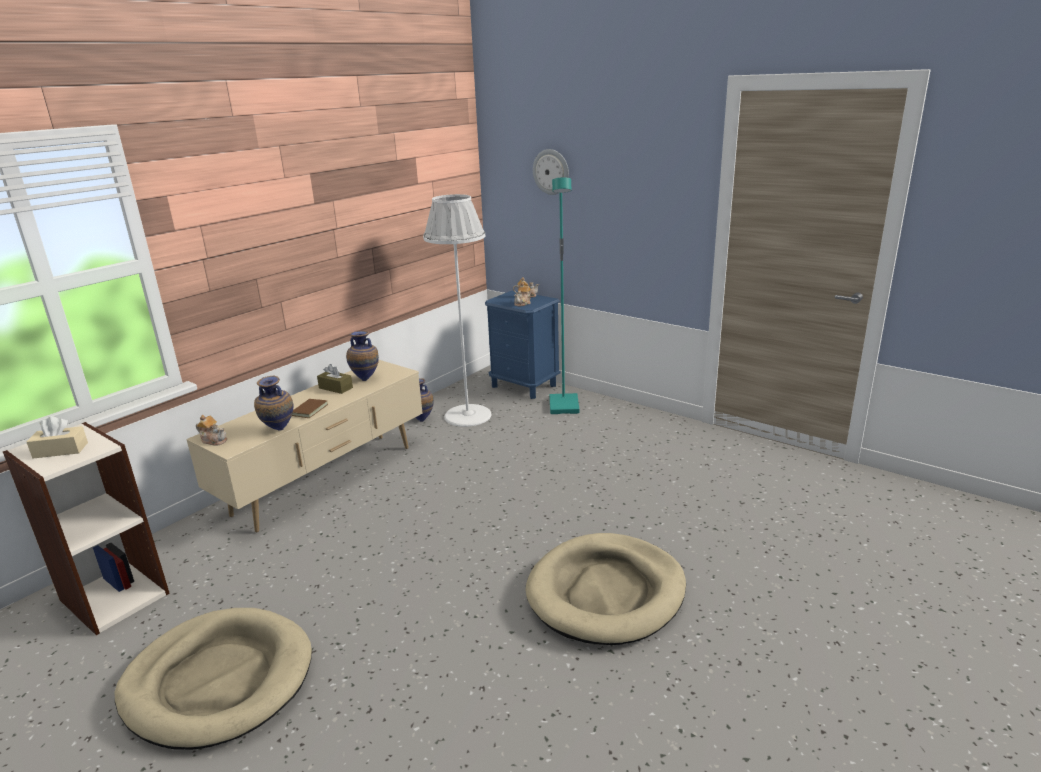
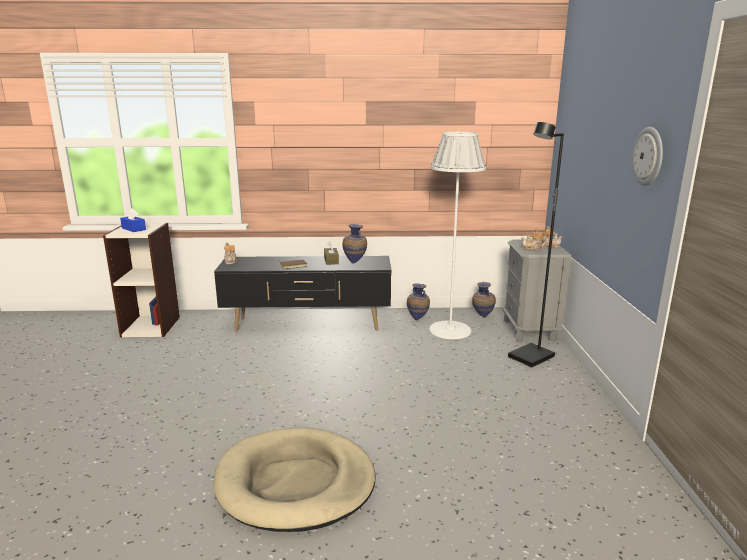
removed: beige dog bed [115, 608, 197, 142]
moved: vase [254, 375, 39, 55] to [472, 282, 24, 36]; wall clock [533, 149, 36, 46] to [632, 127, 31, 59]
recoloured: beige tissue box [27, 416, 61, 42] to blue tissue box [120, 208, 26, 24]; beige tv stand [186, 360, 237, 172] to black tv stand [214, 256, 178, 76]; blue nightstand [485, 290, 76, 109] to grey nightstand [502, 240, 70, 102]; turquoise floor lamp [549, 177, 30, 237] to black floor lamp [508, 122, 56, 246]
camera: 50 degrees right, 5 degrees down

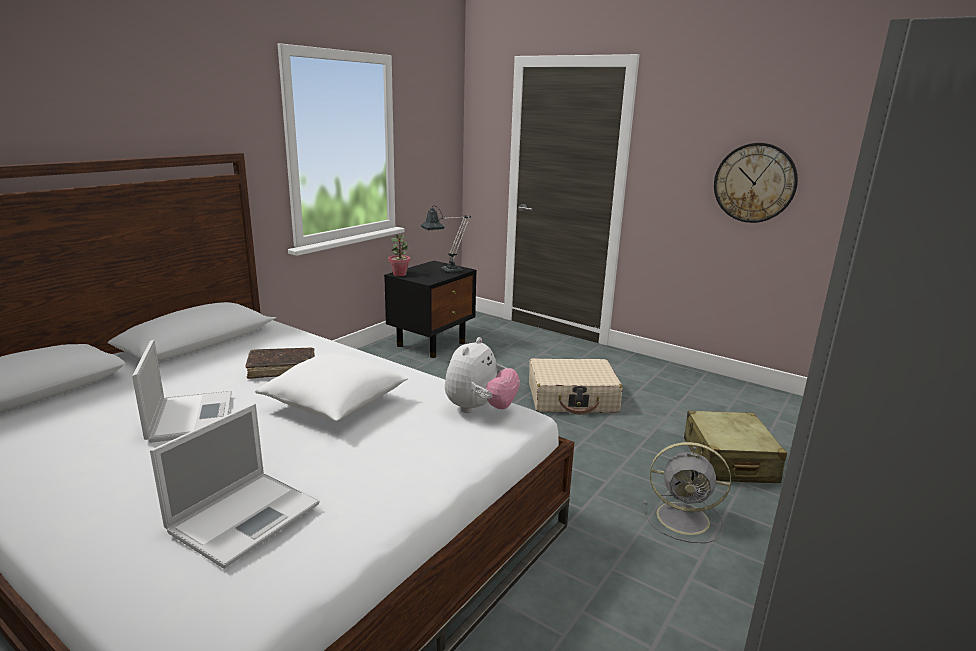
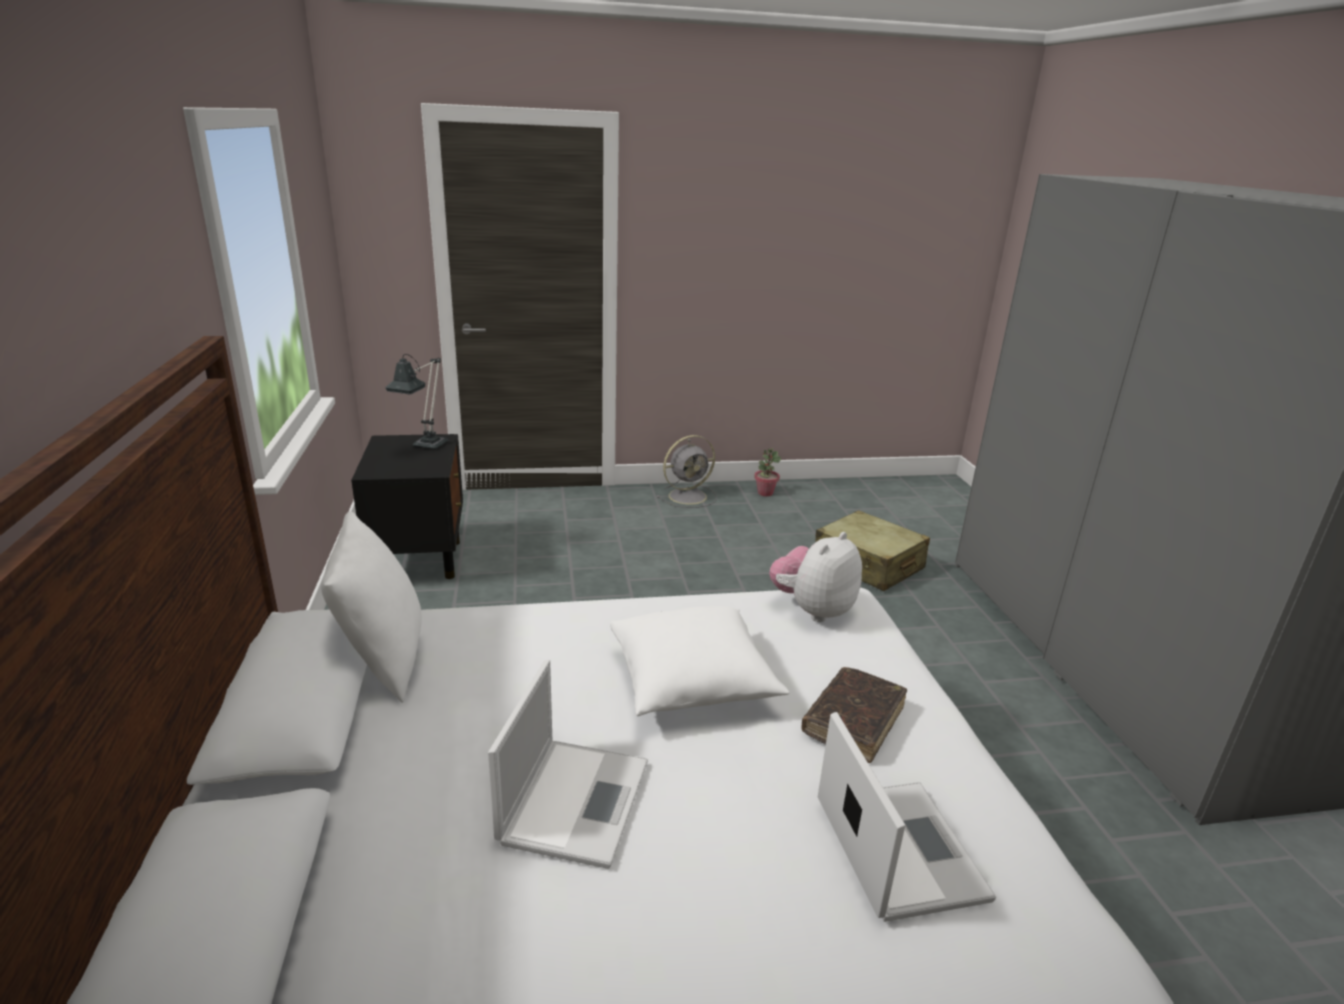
removed: beige suitcase [529, 358, 94, 57]; wall clock [714, 143, 84, 80]
added: white pillow [321, 511, 101, 192]
moved: brown book [245, 347, 70, 32] to [801, 667, 106, 96]; potted plant [389, 234, 21, 42] to [754, 448, 28, 48]; grey fan [643, 442, 88, 101] to [657, 435, 60, 73]
turned: laptop [132, 340, 100, 103] = [488, 660, 160, 209] 75 degrees clockwise; plush toy [445, 337, 75, 76] = [770, 532, 92, 90] 120 degrees counterclockwise
camera: 45 degrees left, 5 degrees up

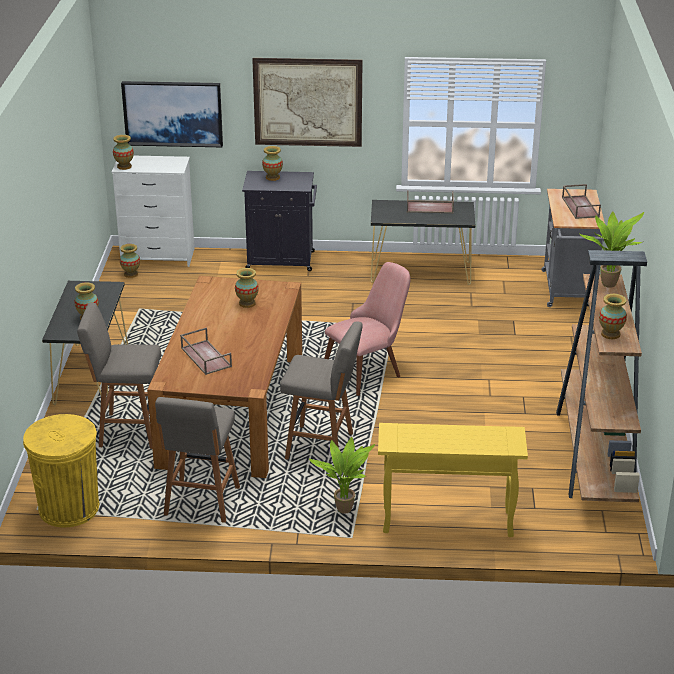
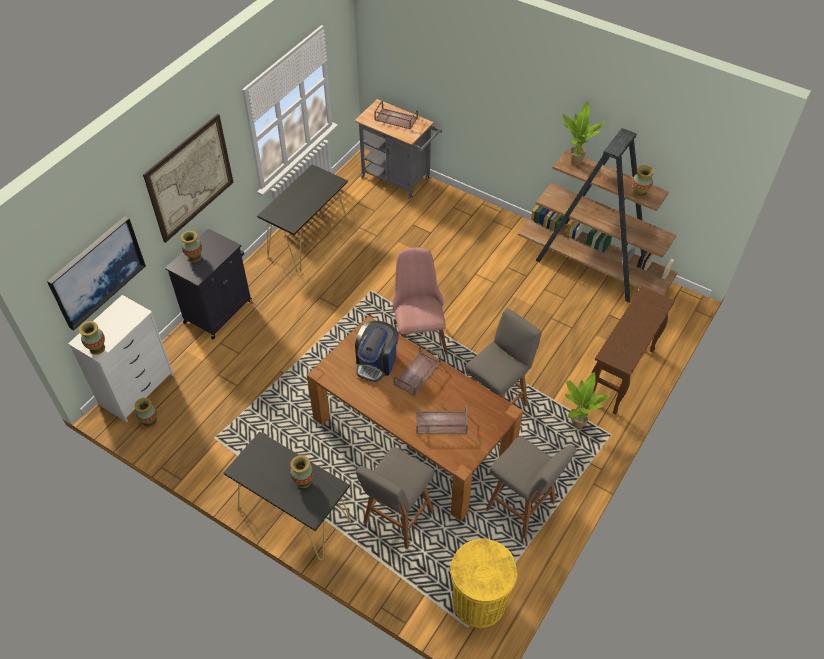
moved: brown tray [407, 190, 47, 23] to [394, 344, 47, 52]
replaced: vase [235, 268, 24, 40] to coffee machine [355, 321, 44, 61]
recoloured: yellow console table [378, 423, 150, 114] to brown console table [591, 286, 84, 129]
camera: 60 degrees left, 20 degrees up

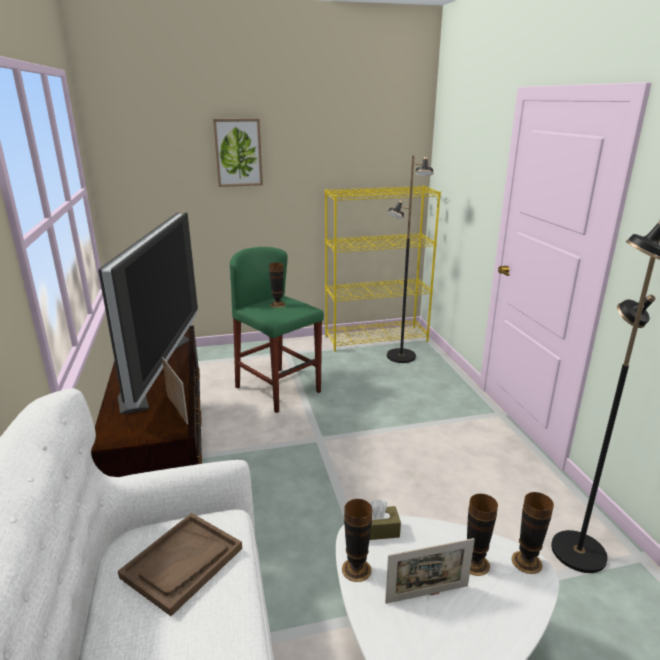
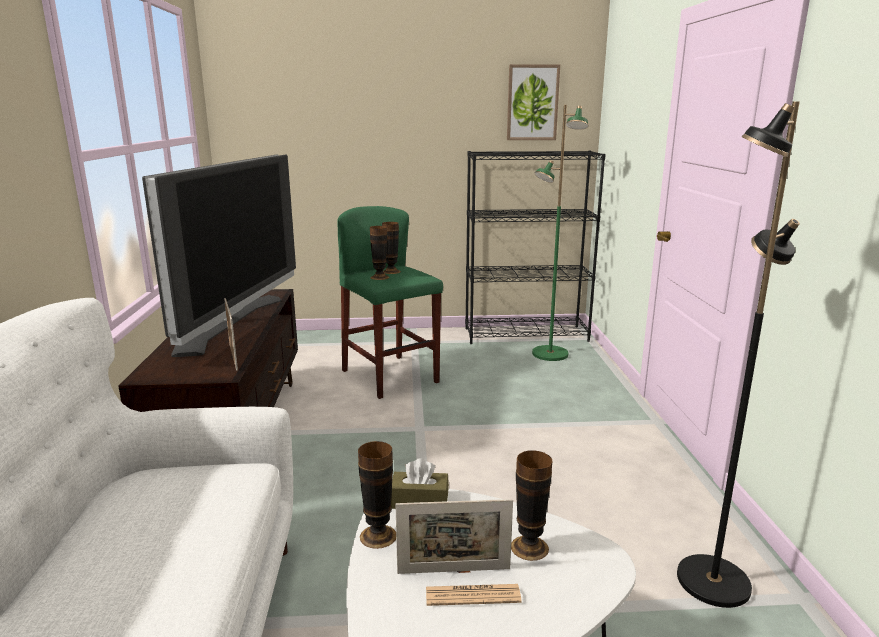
removed: brown tray [118, 513, 124, 103]
added: newspaper [426, 584, 96, 22]
moved: picture [213, 119, 50, 68] to [507, 64, 53, 76]; vase [512, 492, 42, 82] to [370, 226, 19, 54]
recoloured: yellow bookcase [325, 186, 116, 166] to black bookcase [465, 151, 141, 193]; black floor lamp [387, 155, 47, 208] to green floor lamp [532, 105, 56, 256]
camera: 10 degrees right, 5 degrees down

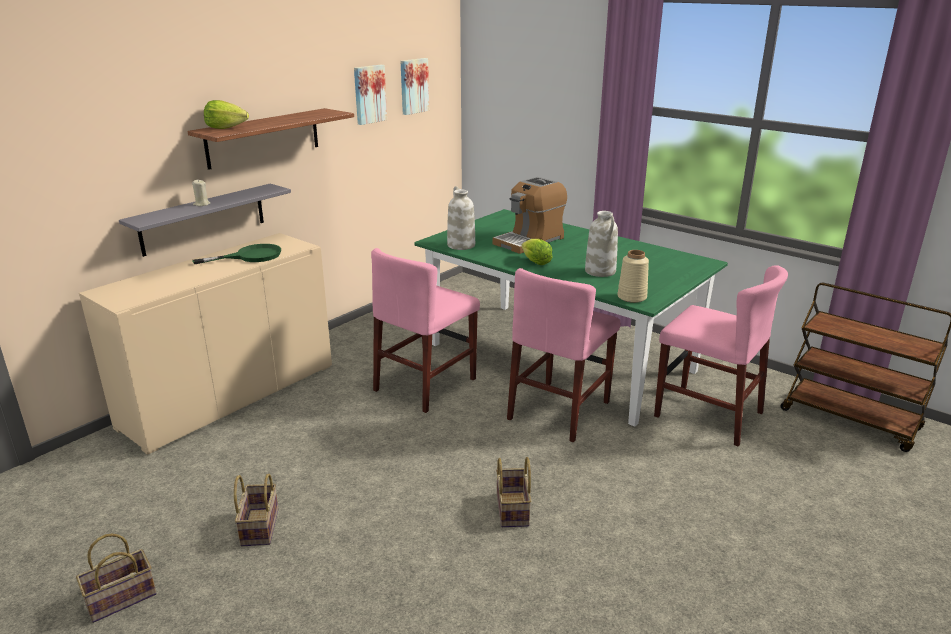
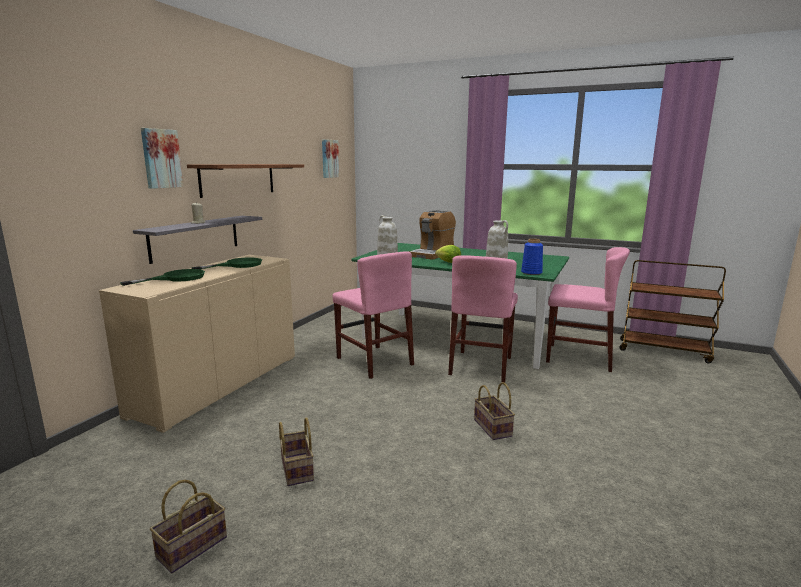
removed: lettuce [204, 100, 45, 29]
added: green frying pan [120, 269, 85, 17]
moved: picture [354, 65, 33, 60] to [141, 128, 42, 61]
recoloured: beige vase [617, 250, 32, 53] to blue vase [521, 239, 22, 36]
turned: pink chair [371, 248, 109, 165] = [333, 251, 81, 128] 60 degrees counterclockwise
camera: 15 degrees left, 10 degrees down

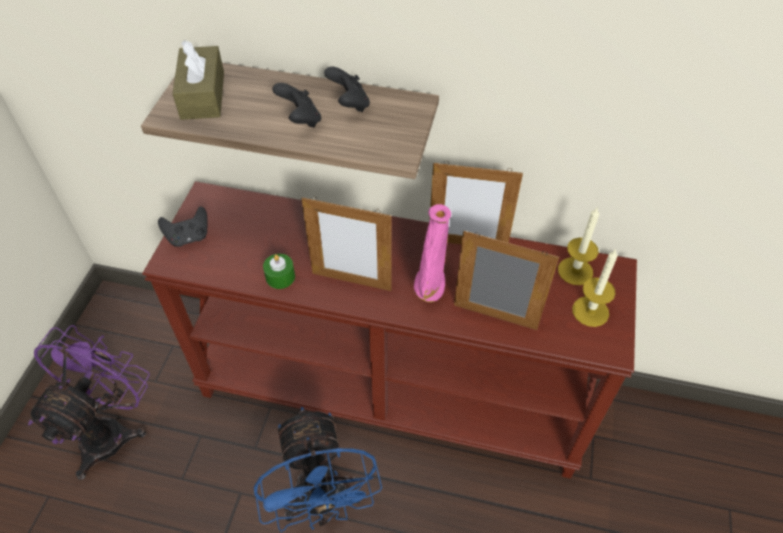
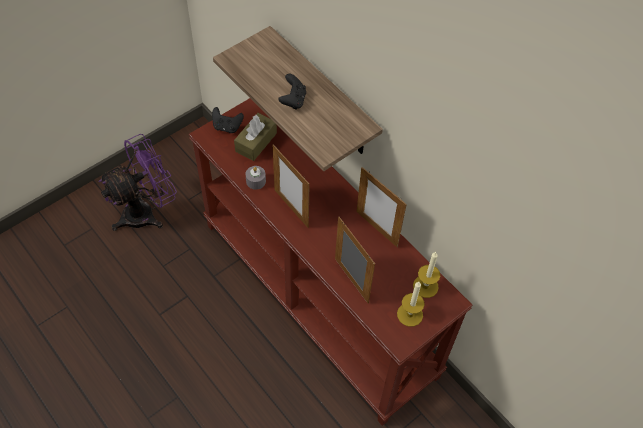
removed: blue fan [254, 407, 128, 125]; black game controller [324, 66, 46, 46]; pink vase [414, 204, 37, 98]
moved: brown tissue box [172, 40, 52, 80] to [234, 113, 43, 48]
recoloured: green candle [263, 254, 32, 35] to grey candle [245, 166, 21, 24]
camera: 35 degrees right, 5 degrees up

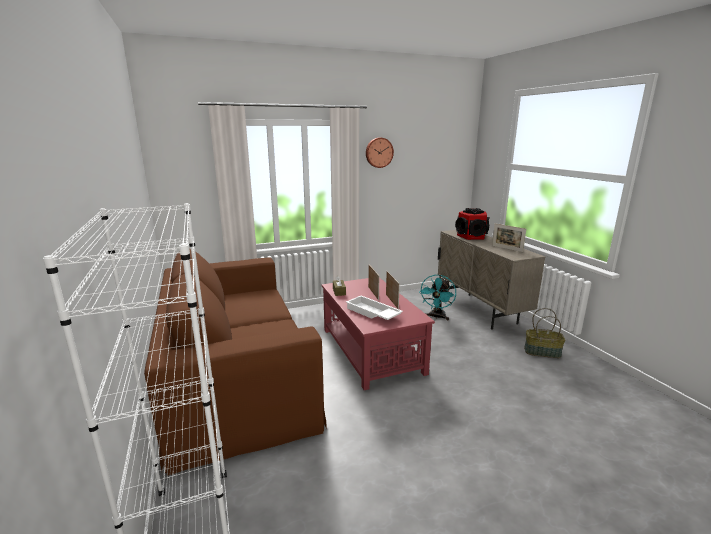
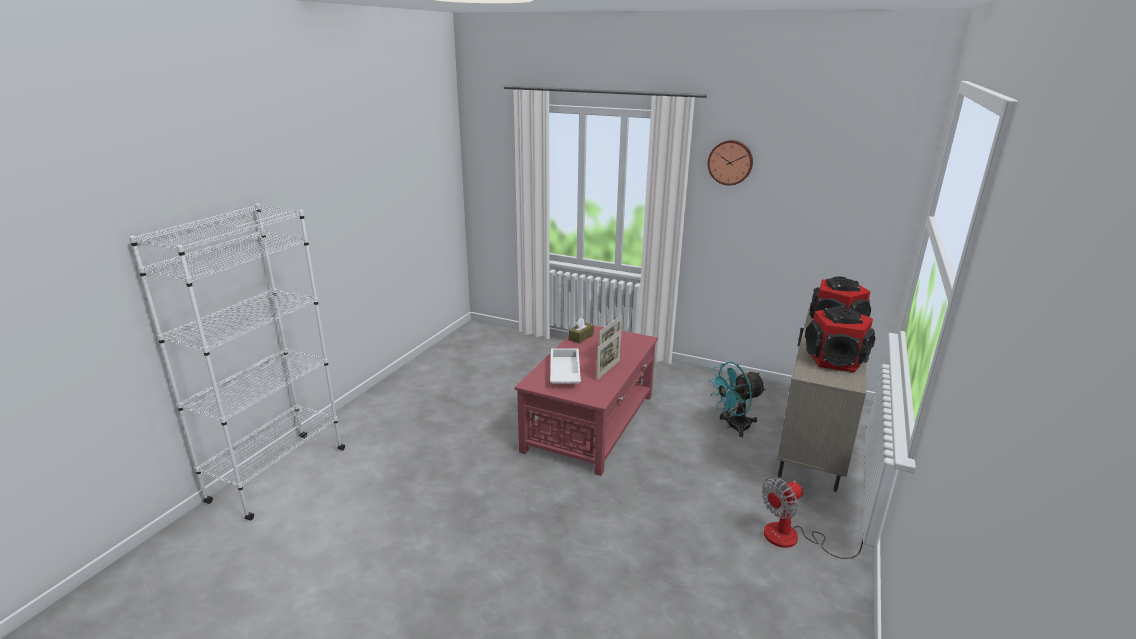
removed: brown sofa [144, 249, 183, 226]
replaced: picture frame [492, 223, 34, 29] to speaker [805, 306, 71, 66]; basket [524, 308, 42, 50] to fan [761, 477, 103, 82]
camera: 45 degrees right, 5 degrees up

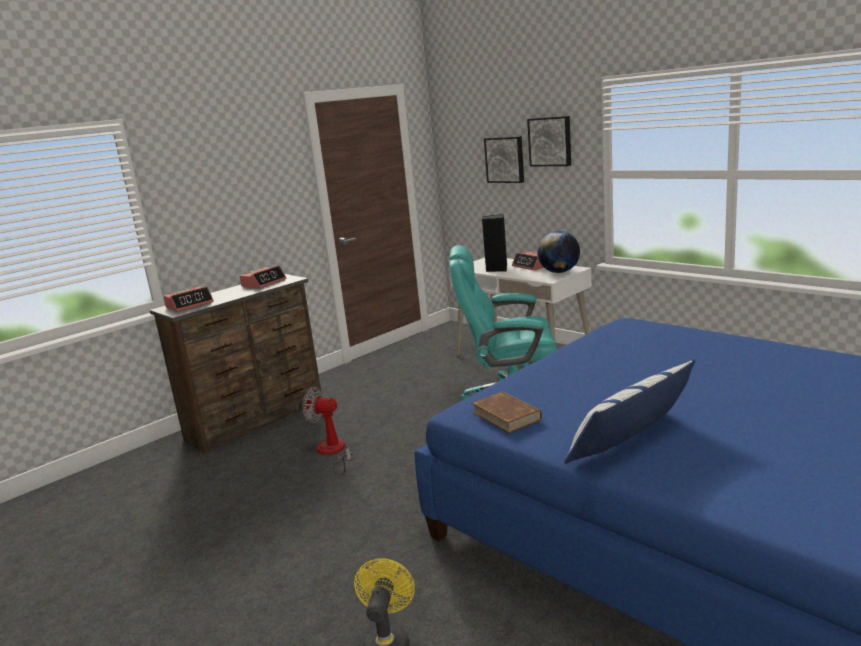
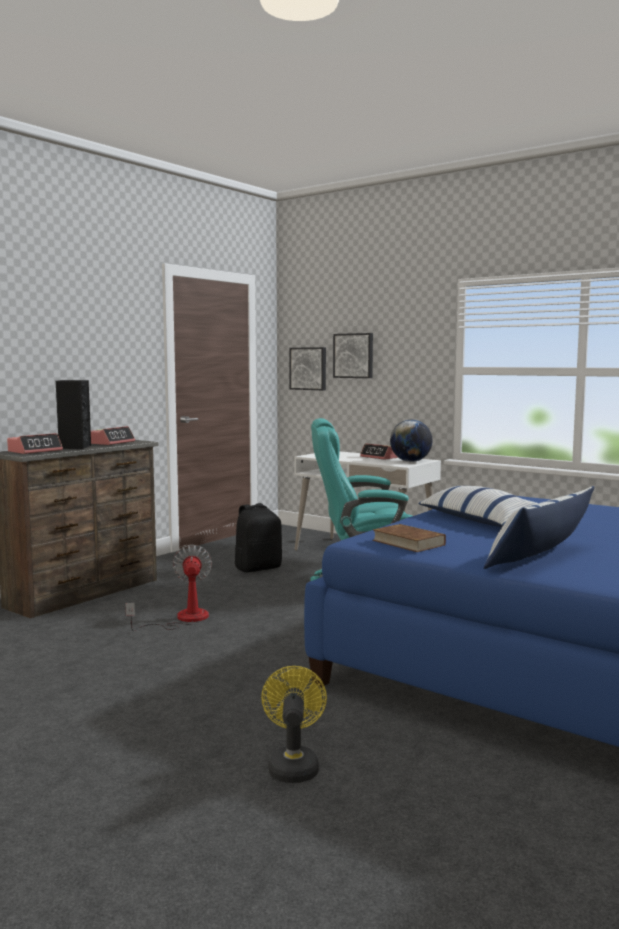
added: black backpack [234, 503, 48, 69]; pillow [418, 486, 120, 41]
moved: black speaker [482, 214, 25, 58] to [56, 380, 35, 69]; picture [527, 116, 44, 50] to [289, 347, 37, 43]
turned: fan [302, 387, 53, 88] = [125, 545, 87, 86] 75 degrees clockwise
camera: 10 degrees left, 10 degrees down

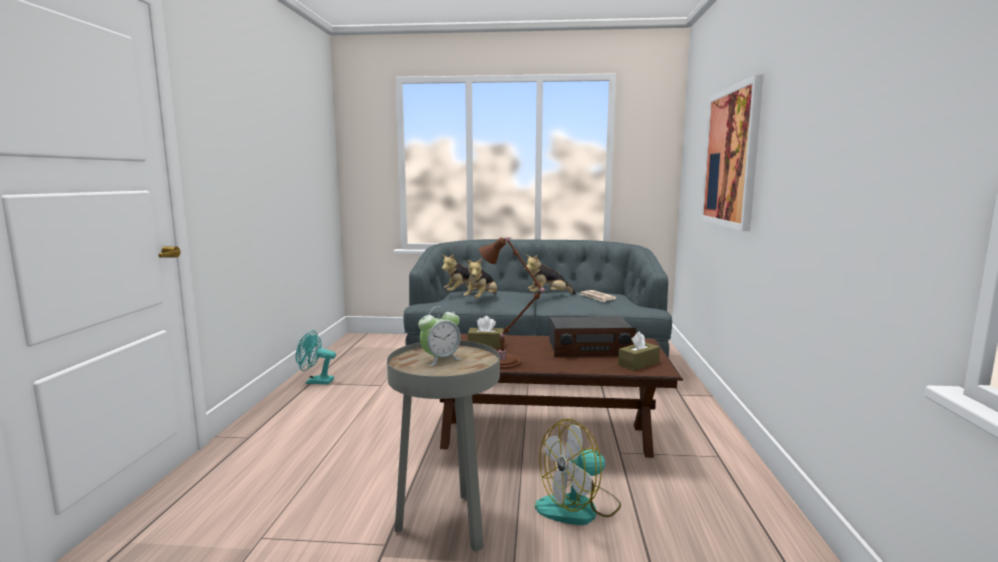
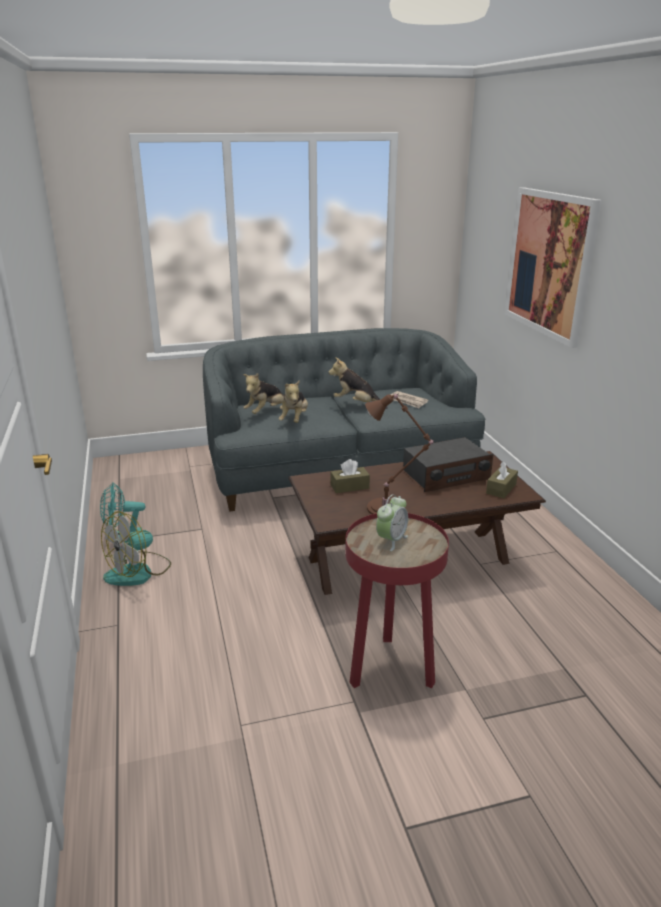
moved: fan [535, 419, 86, 106] to [101, 511, 70, 75]
recoloured: grey side table [387, 340, 113, 212] to red side table [345, 513, 104, 175]
turned: plush toy [525, 255, 51, 39] = [329, 357, 59, 52] 60 degrees clockwise
camera: 20 degrees left, 15 degrees up

